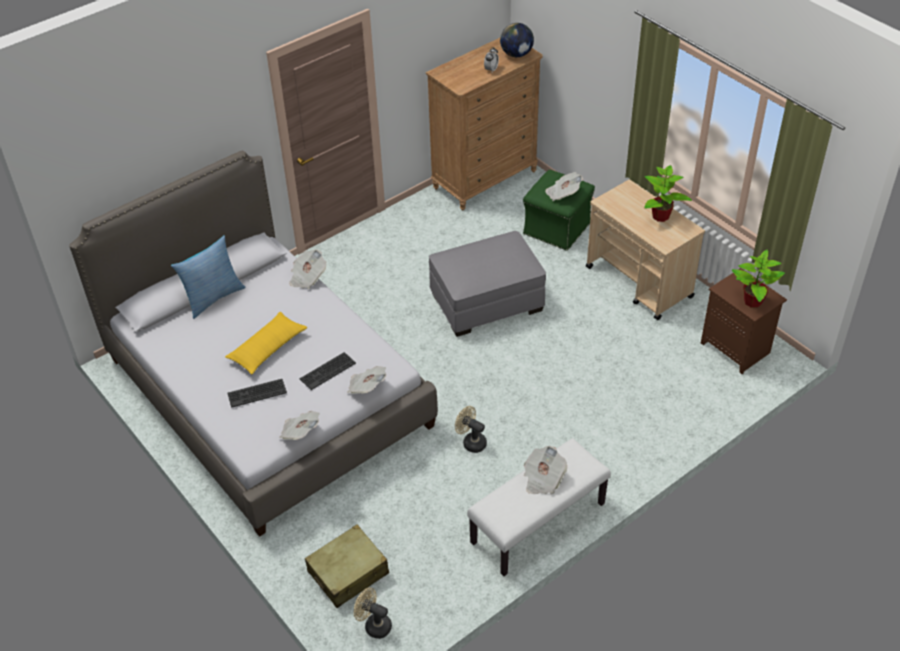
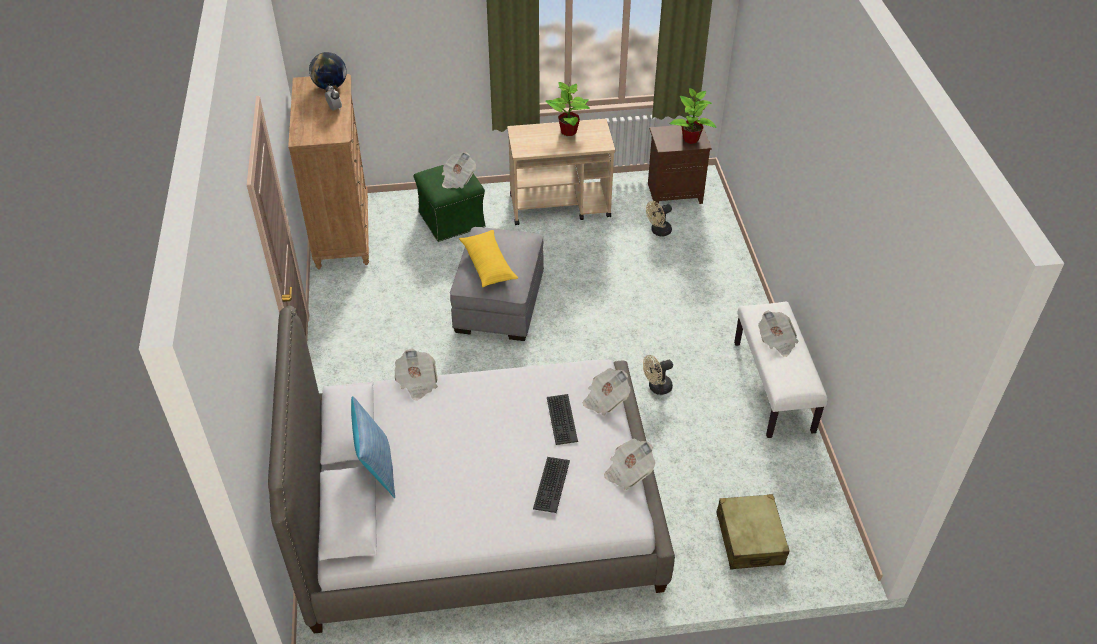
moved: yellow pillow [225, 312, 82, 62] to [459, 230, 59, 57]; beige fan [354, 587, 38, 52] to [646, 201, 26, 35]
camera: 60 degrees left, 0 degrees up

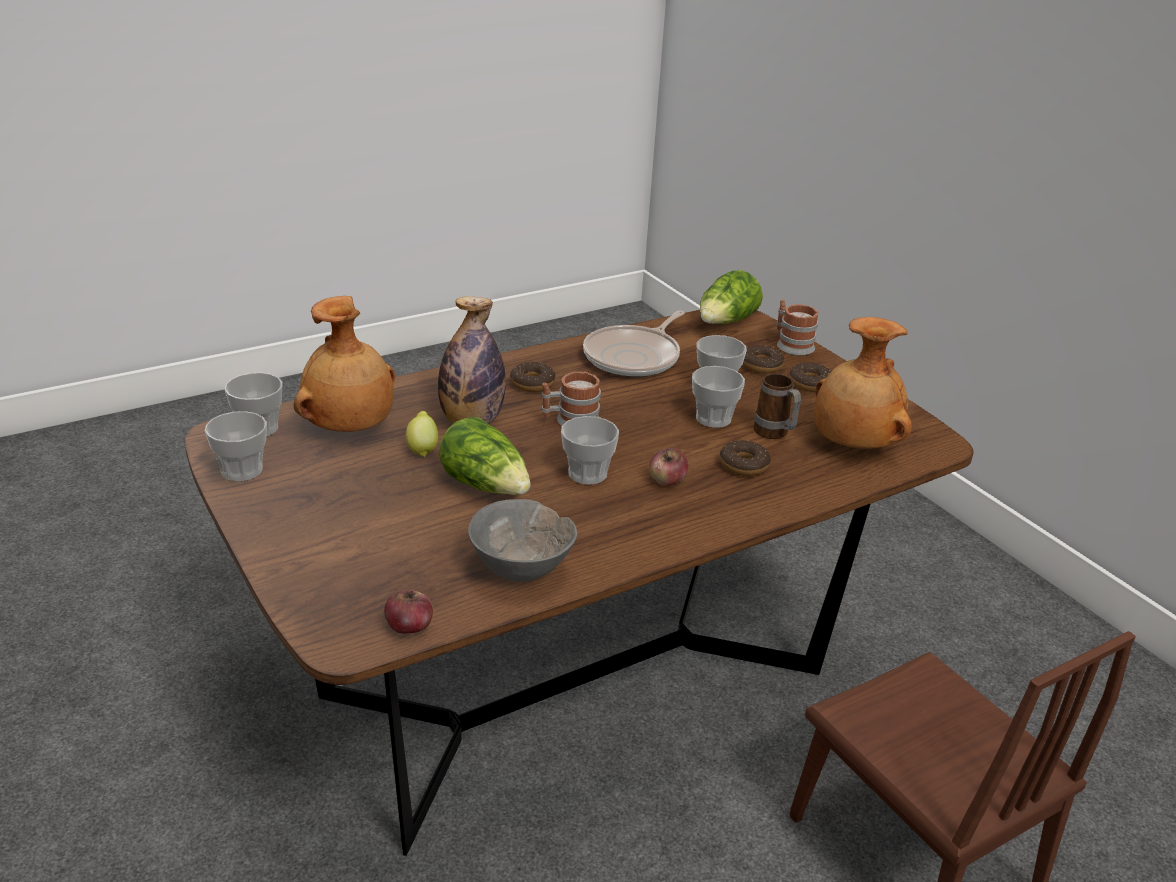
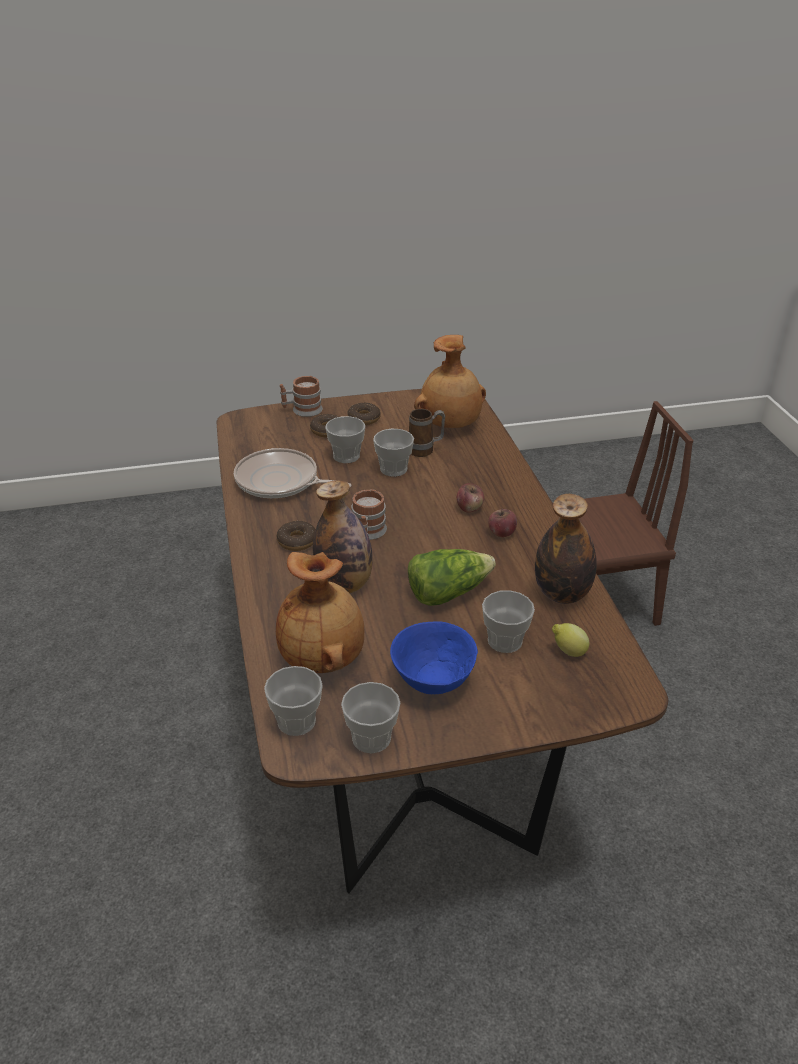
removed: lettuce [700, 270, 63, 54]; donut [720, 440, 51, 36]
added: blue bowl [390, 621, 88, 73]
moved: apple [384, 590, 49, 44] to [488, 509, 29, 28]; lemon [406, 411, 32, 46] to [552, 623, 37, 34]; cup [561, 416, 58, 69] to [482, 590, 53, 63]
replaced: grey bowl [468, 499, 109, 83] to bottle [535, 494, 62, 110]
turned: frying pan [583, 310, 101, 67] = [234, 448, 117, 50] 150 degrees clockwise
camera: 70 degrees left, 5 degrees up

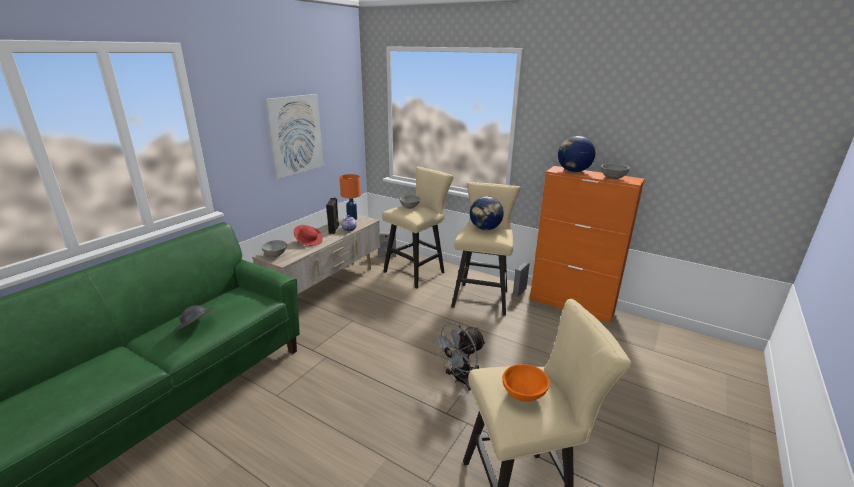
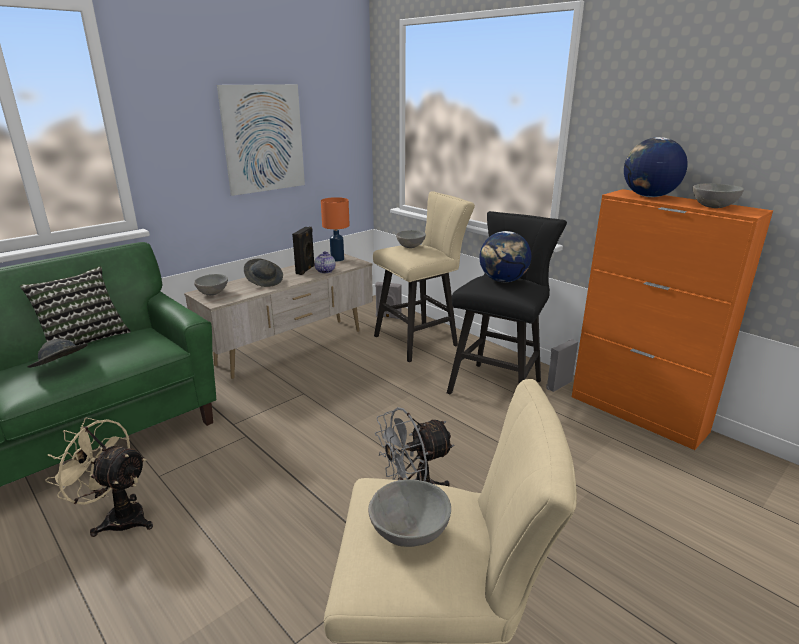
added: pillow [20, 266, 111, 79]; beige fan [45, 418, 108, 119]
recoloured: red hat [294, 225, 29, 21] to grey hat [244, 259, 39, 28]; beige stool [451, 182, 70, 134] to black stool [447, 211, 120, 183]; orange bowl [502, 364, 48, 38] to grey bowl [368, 479, 83, 68]
camera: 15 degrees right, 0 degrees up

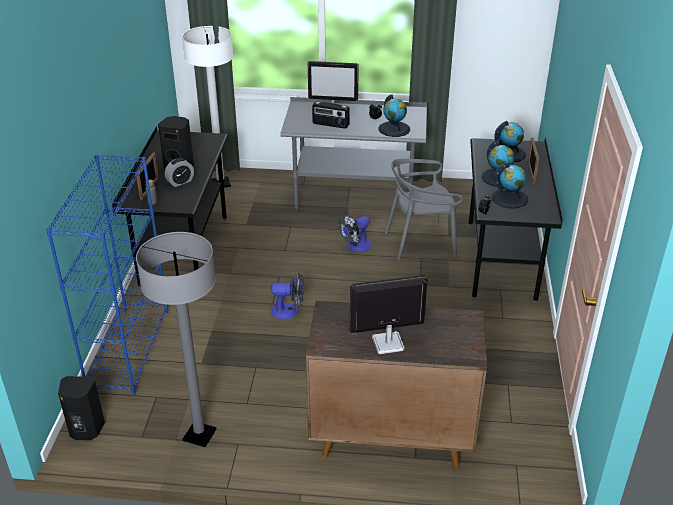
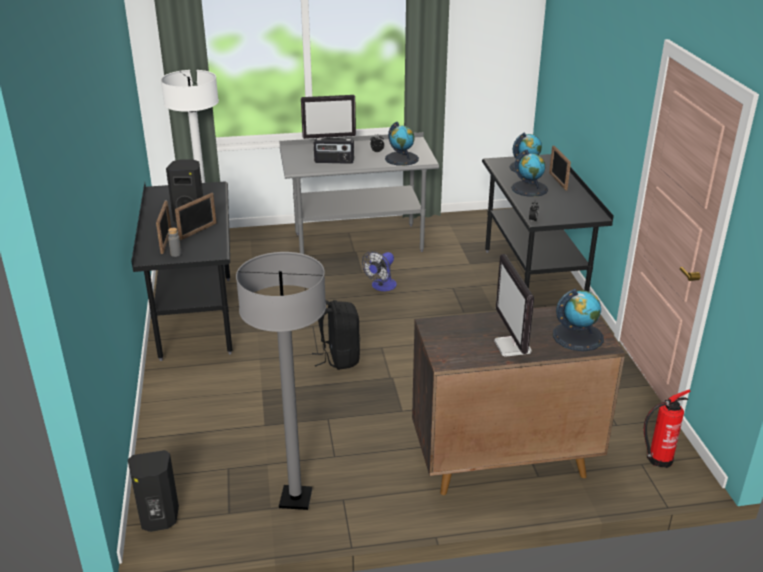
removed: blue bookcase [46, 154, 123, 242]; grey chair [385, 159, 79, 101]
added: fire extinguisher [644, 390, 46, 78]
moved: globe [491, 162, 37, 47] to [553, 289, 51, 62]
replaced: alarm clock [165, 158, 29, 29] to picture frame [175, 193, 41, 47]; fan [271, 272, 33, 48] to black backpack [312, 300, 48, 70]
turned: monitor [350, 275, 78, 79] = [494, 254, 40, 103] 75 degrees counterclockwise
camera: 15 degrees left, 5 degrees down

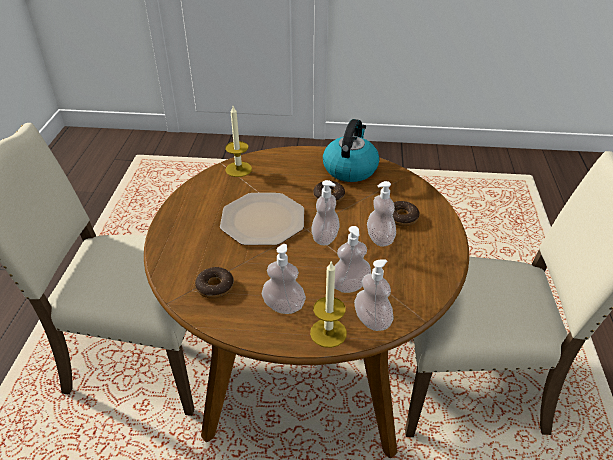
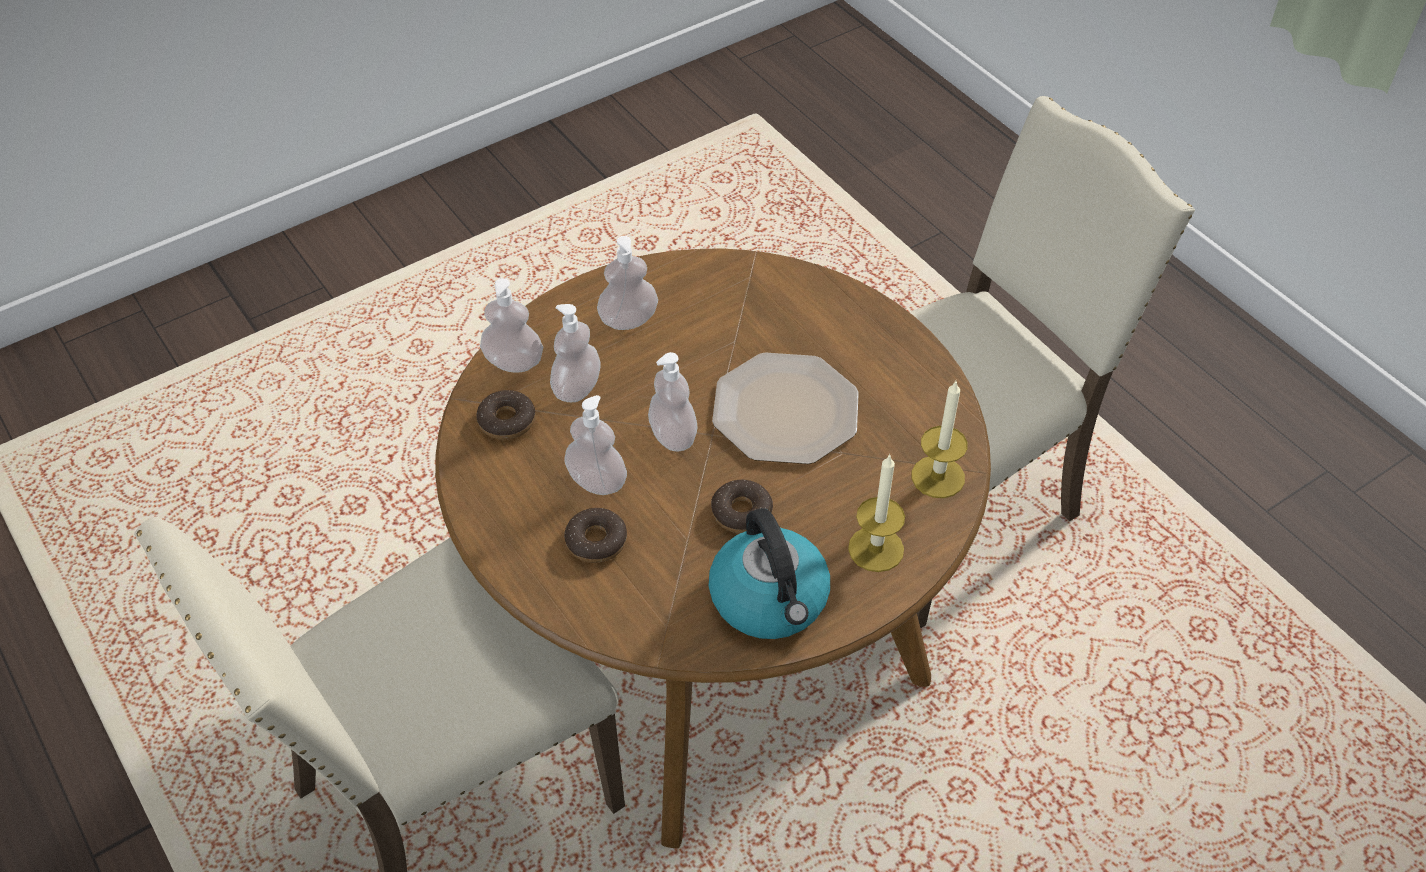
moved: donut [195, 267, 39, 32] to [476, 390, 60, 50]; candle [310, 260, 37, 88] to [848, 454, 57, 118]
camera: 140 degrees right, 10 degrees up

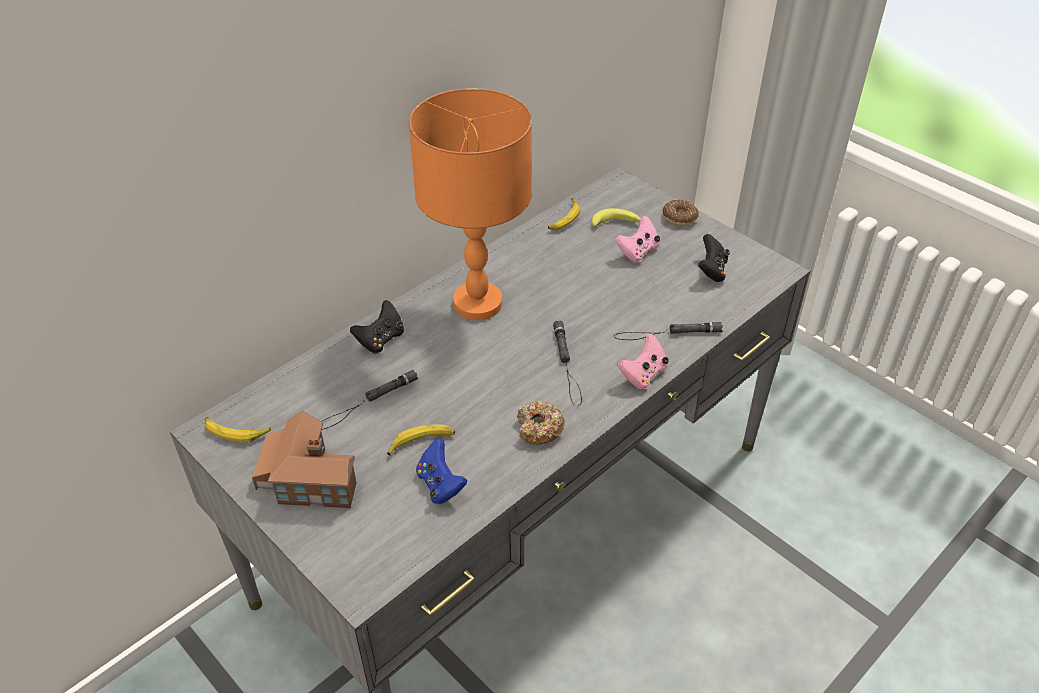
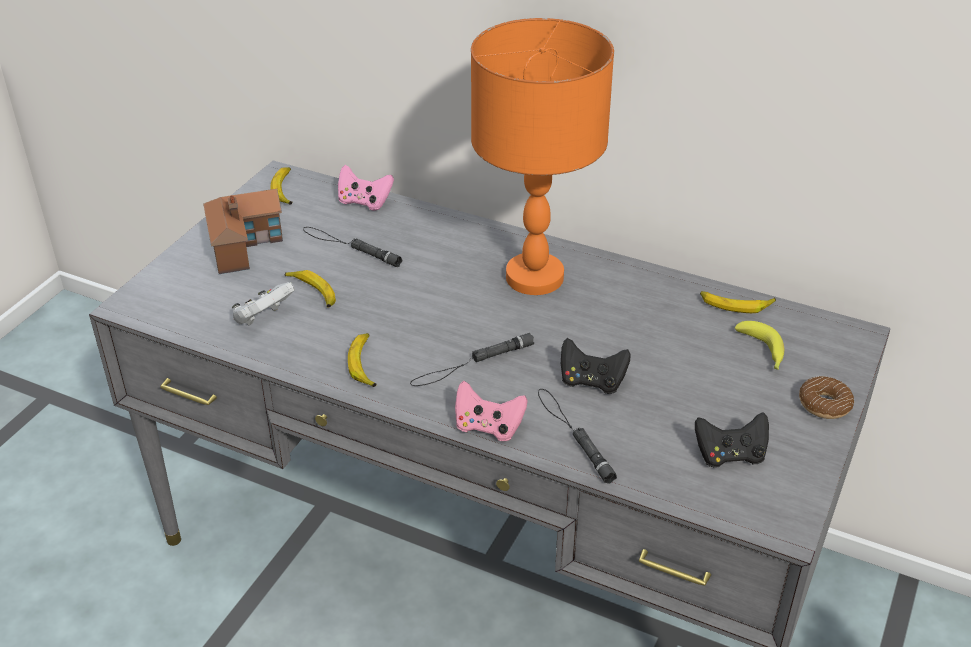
moved: black game controller [350, 300, 54, 53] to [561, 338, 70, 56]; pink game controller [615, 216, 45, 46] to [338, 165, 56, 46]
replaced: donut [517, 401, 48, 43] to banana [348, 333, 29, 54]
recoloured: blue game controller [416, 439, 51, 65] to white game controller [232, 282, 63, 44]
camera: 70 degrees right, 5 degrees down

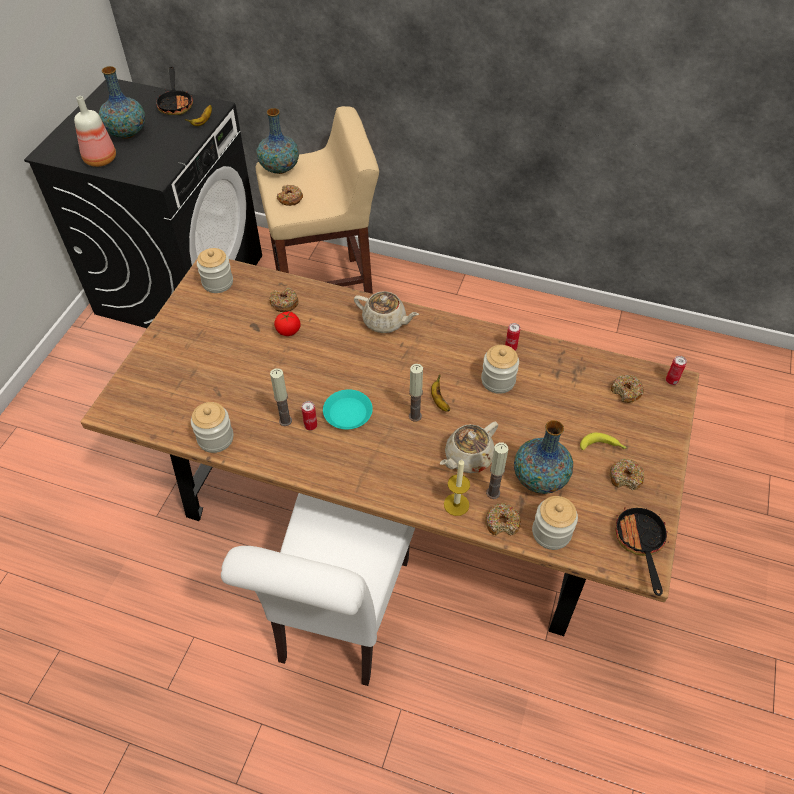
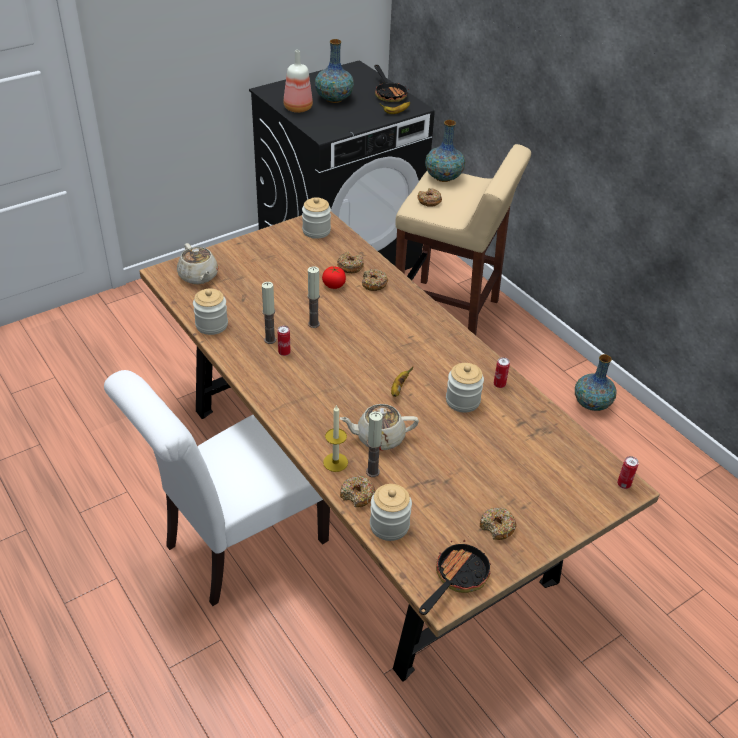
removed: turquoise plate [323, 389, 50, 40]; banana [580, 433, 47, 17]
moved: beige teapot [354, 291, 65, 42] to [177, 243, 41, 41]; candle [409, 364, 14, 58] to [308, 266, 12, 62]; vase [514, 420, 59, 74] to [575, 354, 41, 57]; donut [611, 375, 33, 28] to [362, 269, 26, 22]
turned: frying pan [156, 66, 37, 49] = [374, 65, 35, 37] 45 degrees counterclockwise
camera: 35 degrees right, 10 degrees down

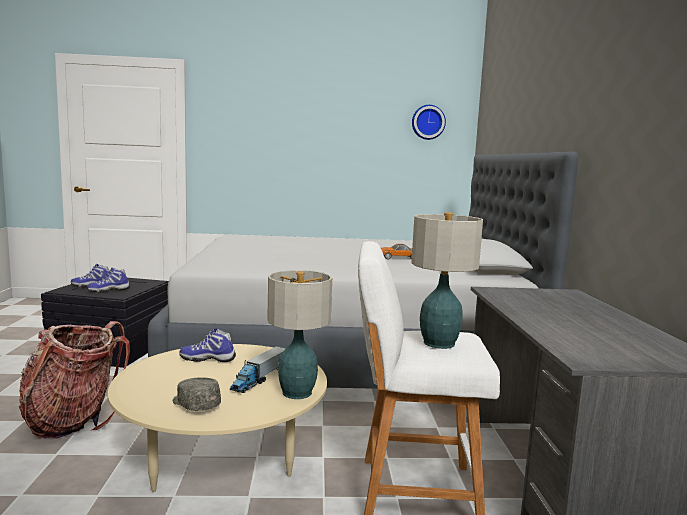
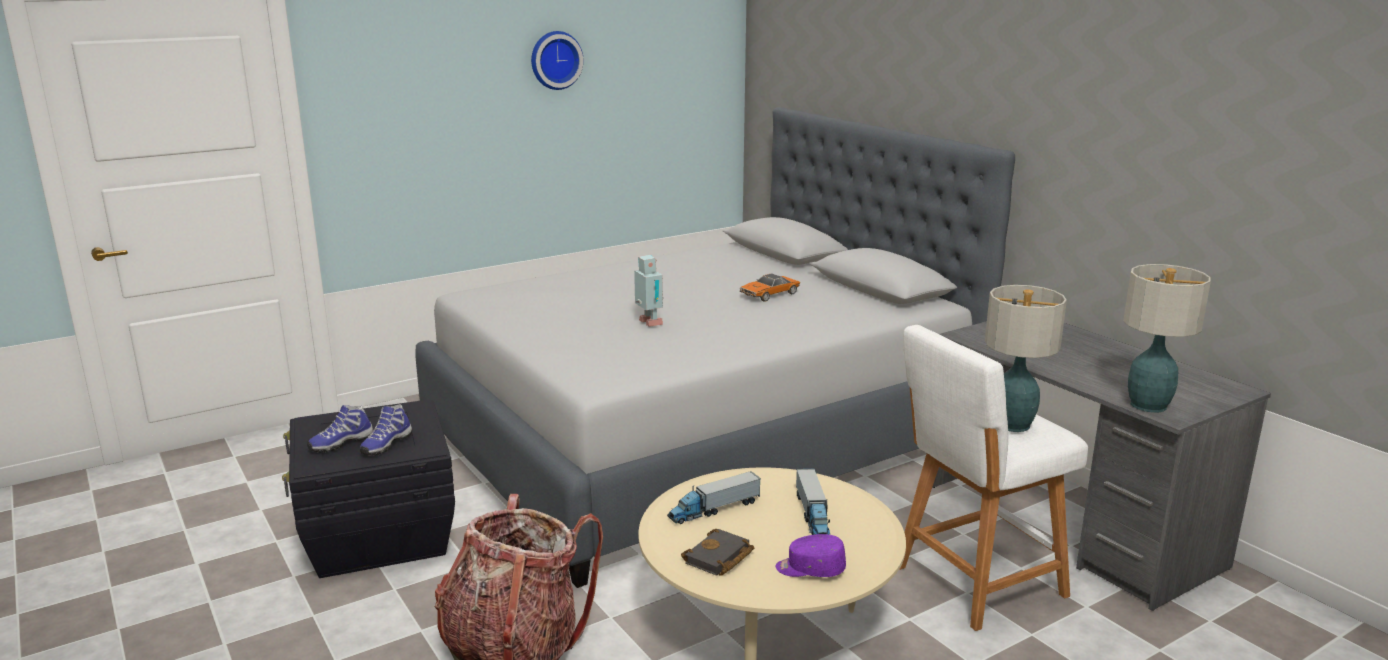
added: toy robot [634, 255, 29, 72]; black book [681, 529, 73, 47]
moved: table lamp [267, 270, 65, 129] to [1123, 264, 88, 149]; wall clock [412, 105, 34, 35] to [531, 31, 53, 59]
replaced: shoe [179, 328, 57, 34] to toy truck [667, 471, 94, 53]
recoloured: grey cap [173, 377, 48, 34] to purple cap [776, 534, 70, 43]
camera: 30 degrees left, 10 degrees up

